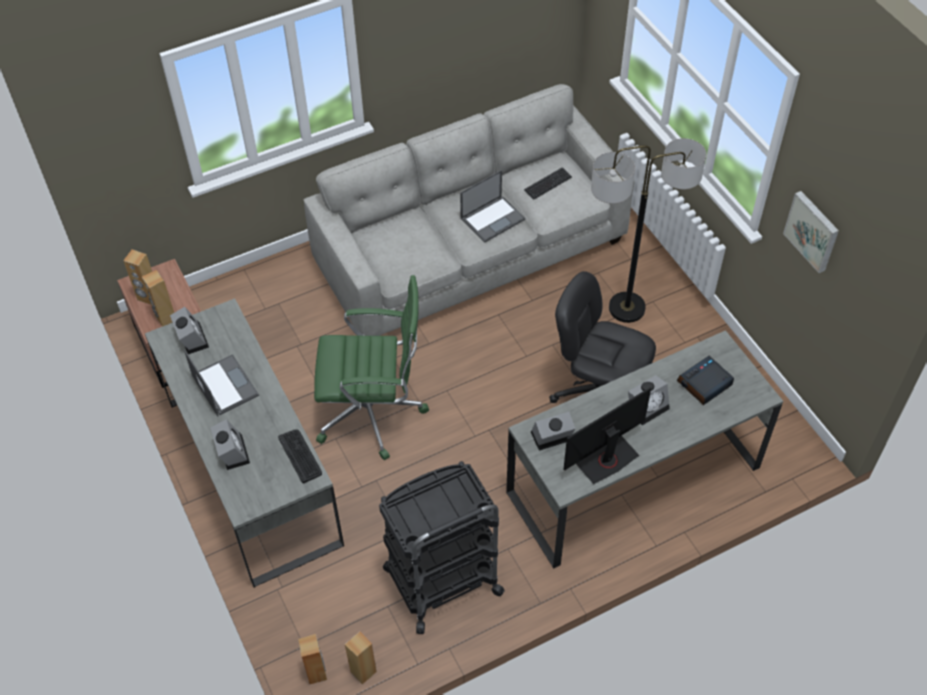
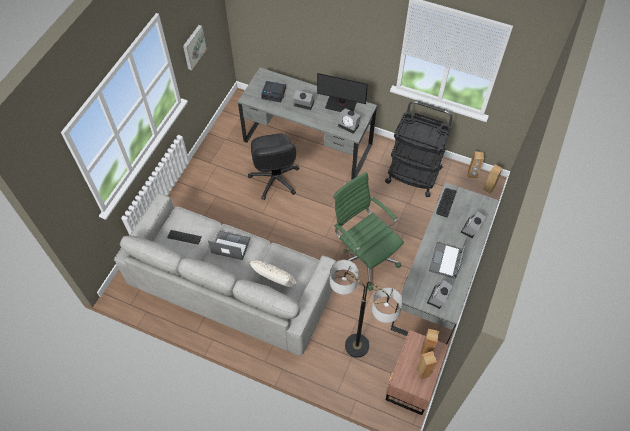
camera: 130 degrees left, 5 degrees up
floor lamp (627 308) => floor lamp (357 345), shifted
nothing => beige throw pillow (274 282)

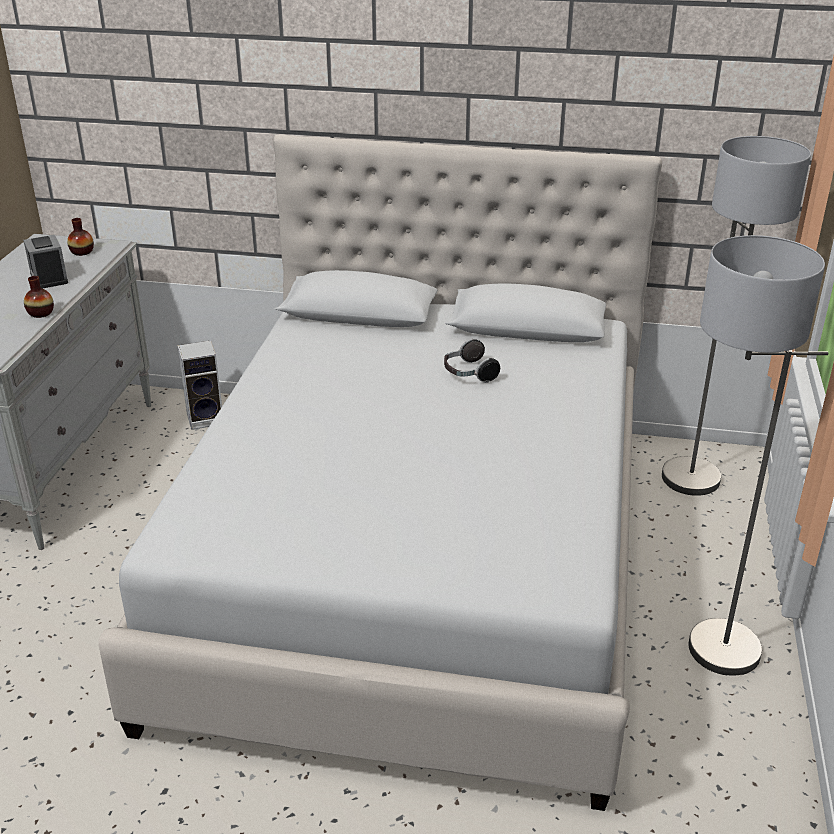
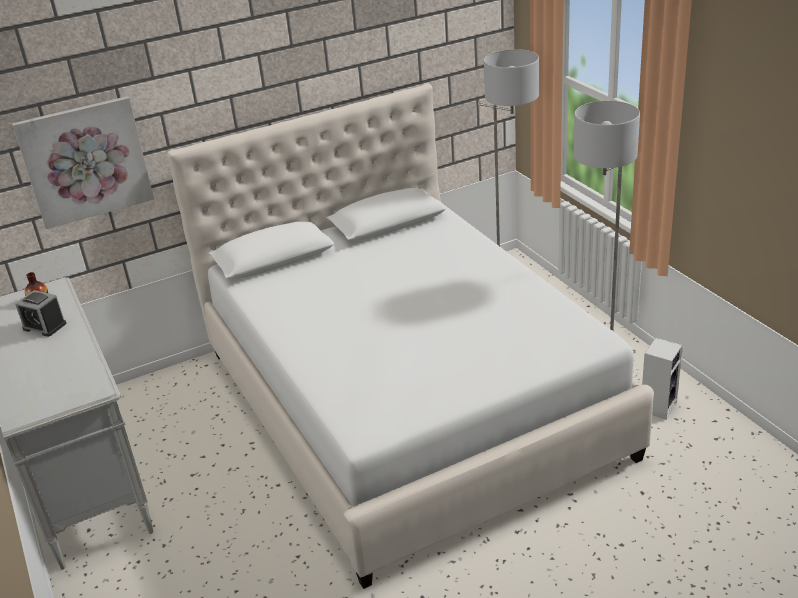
camera: 35 degrees left, 0 degrees up
flower vase (41 313) => nothing
headphones (468 374) => nothing
speaker (206 418) => speaker (658 406), shifted
nothing => wall picture (85 161)

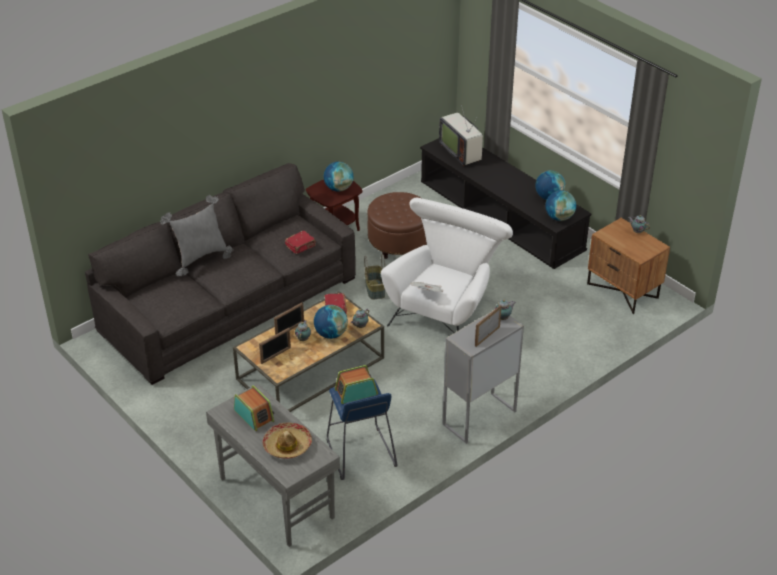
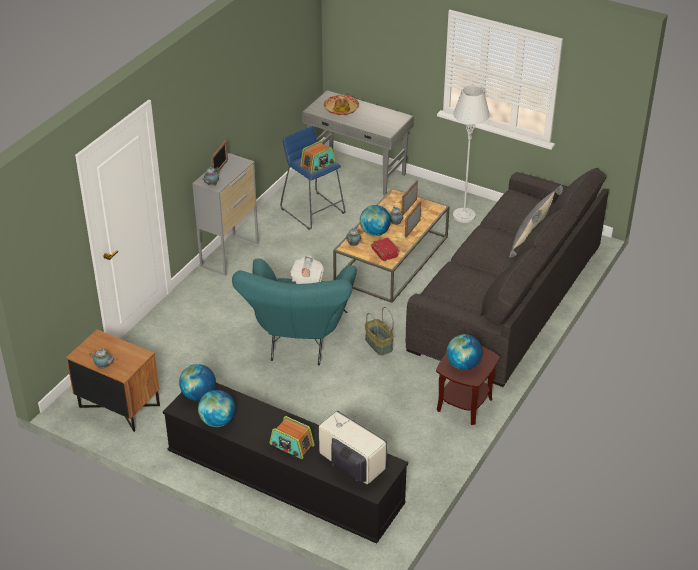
camera: 160 degrees right, 0 degrees up
brownish ottoman (398 243) => nothing
white-coloured easy chair (444 310) => turquoise easy chair (300 339)
red book (301 246) => nothing
radio set (254 415) => radio set (291 445), shifted
nothing => grey floor lamp (464 216)

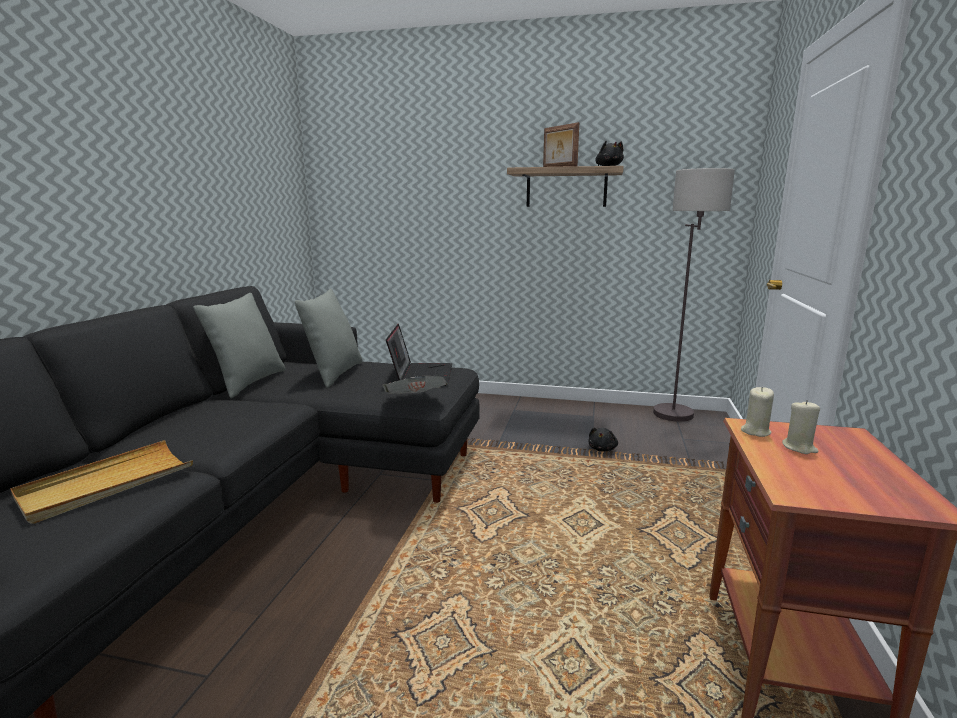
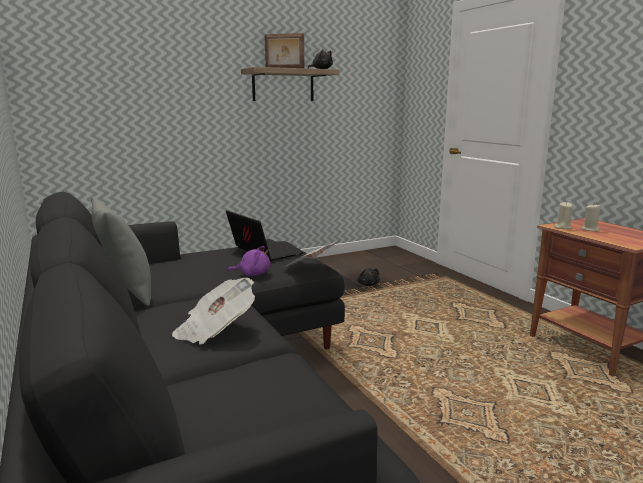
camera: 40 degrees left, 0 degrees up
grey floor lamp (676 418) => nothing
grey throw pillow (334 374) => nothing
beige serving tray (106 484) => nothing
nothing => purple plush toy (252 274)
nothing => newspaper (215 330)

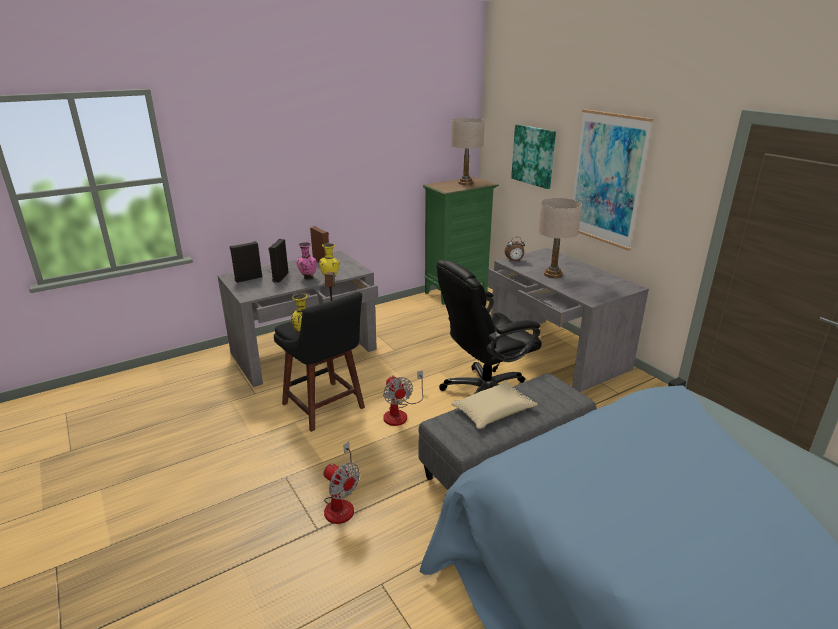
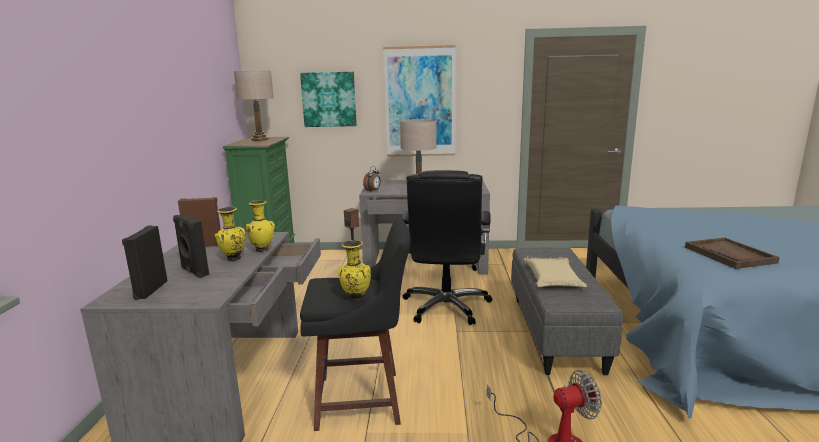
camera: 55 degrees left, 10 degrees down
pink-coloured flower vase (307 278) => yellowish flower vase (233 259)
cooling fan (400 413) => nothing
nothing => brownish serving tray (729 255)

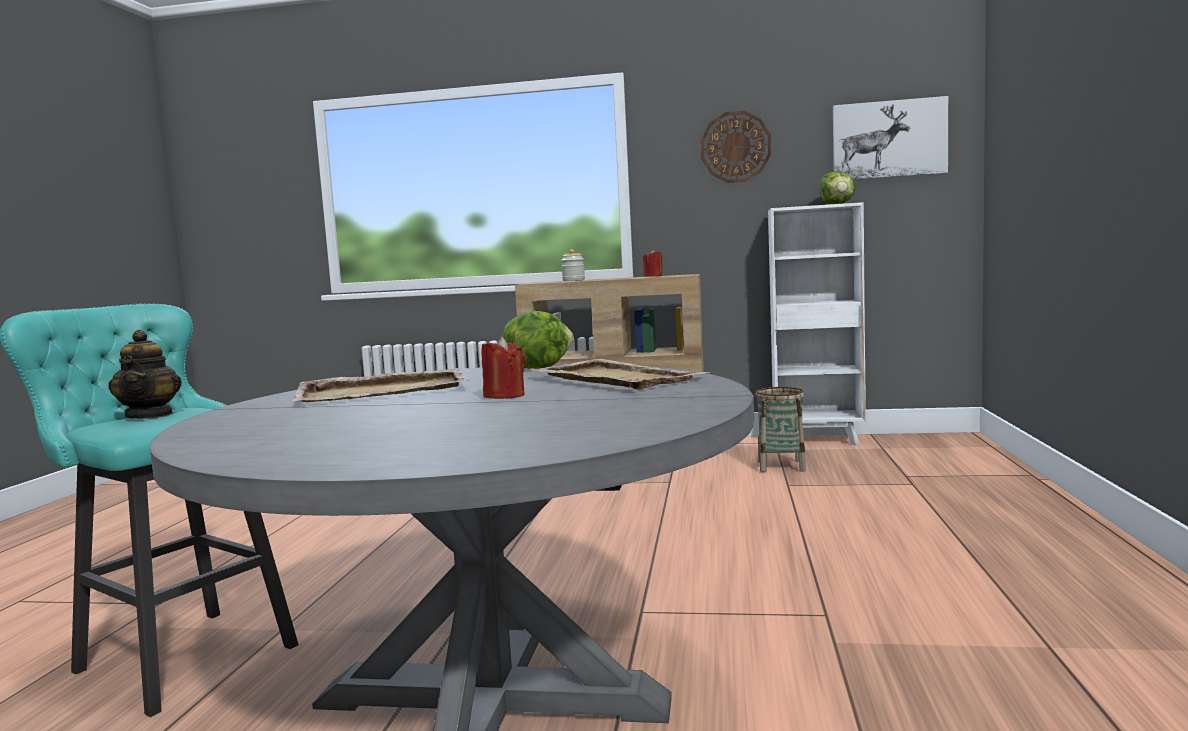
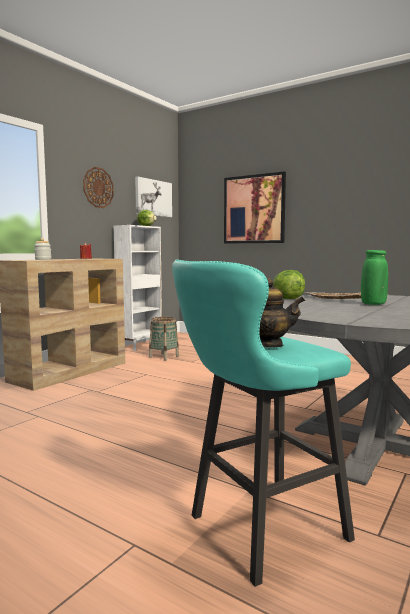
camera: 65 degrees left, 0 degrees up
red wax light (504 396) => green flower vase (373 304)
beige serving tray (385 391) => nothing
nothing => wall picture (254 209)

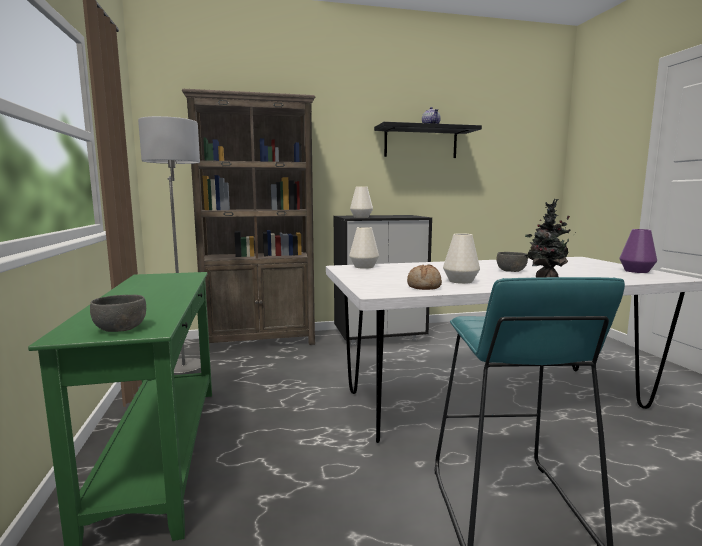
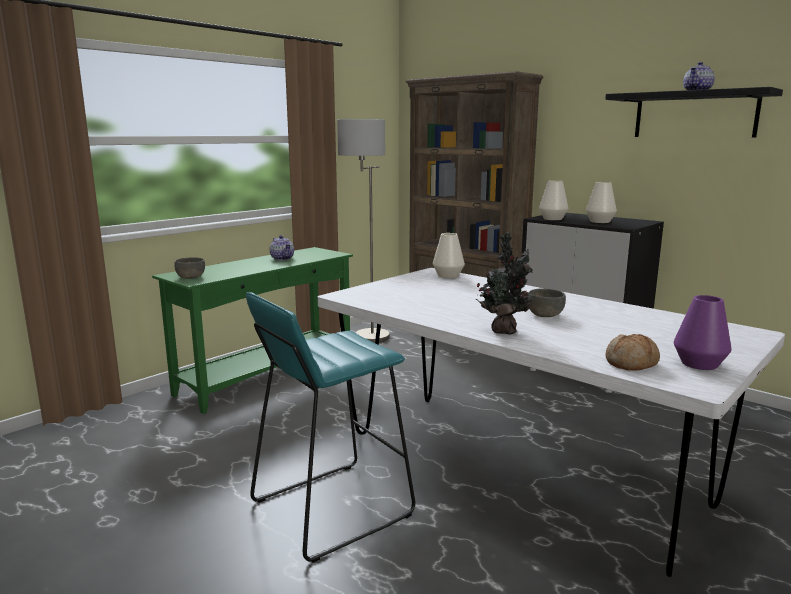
camera: 55 degrees right, 5 degrees up
white-coloured flower vase (460 281) => white-coloured flower vase (600 221), shifted
baked bread (425 286) => baked bread (632 363), shifted
nothing => teapot (282 258)

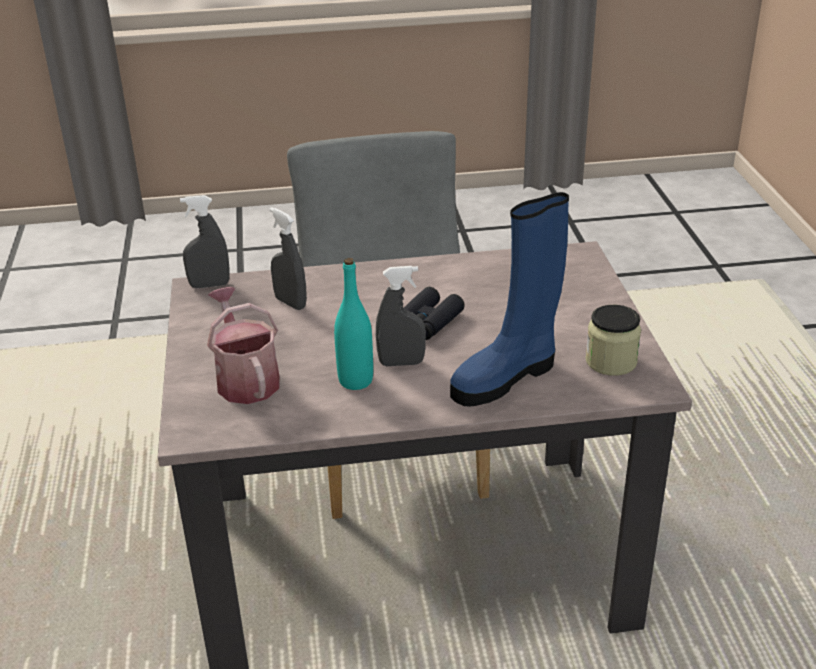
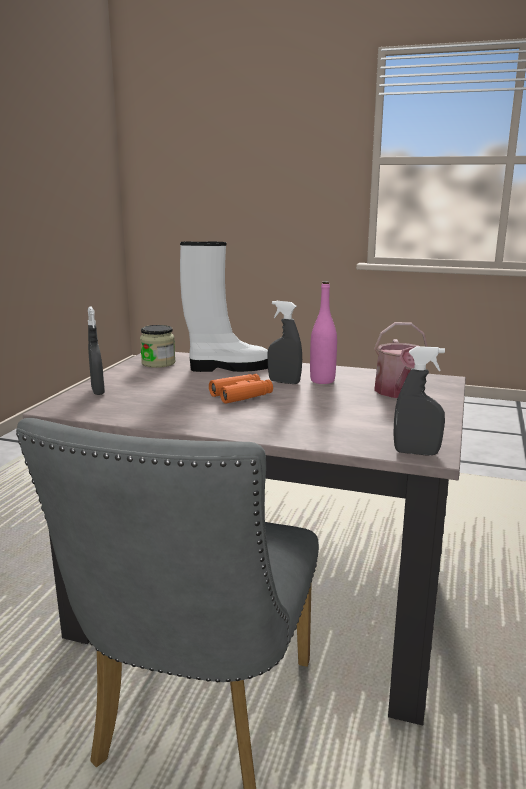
camera: 155 degrees left, 15 degrees down
bluish tall boot (506 377) => white-coloured tall boot (227 367)
grey spray bottle (290 303) => grey spray bottle (98 391), shifted
turquoise drink bottle (355 381) => pink-coloured drink bottle (322 380)
black pair of binoculars (427 322) => orangey pair of binoculars (241 395)

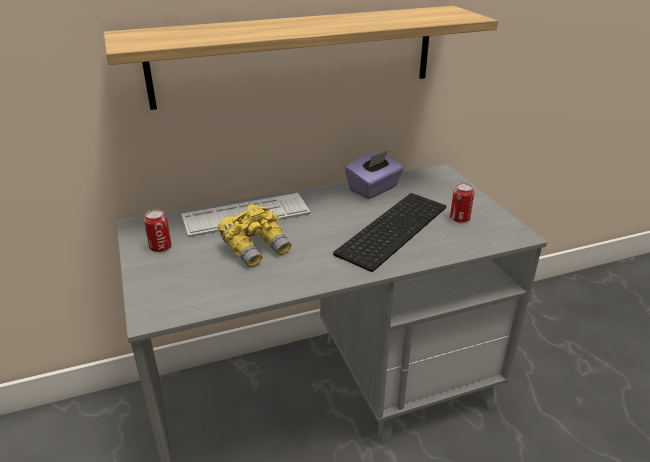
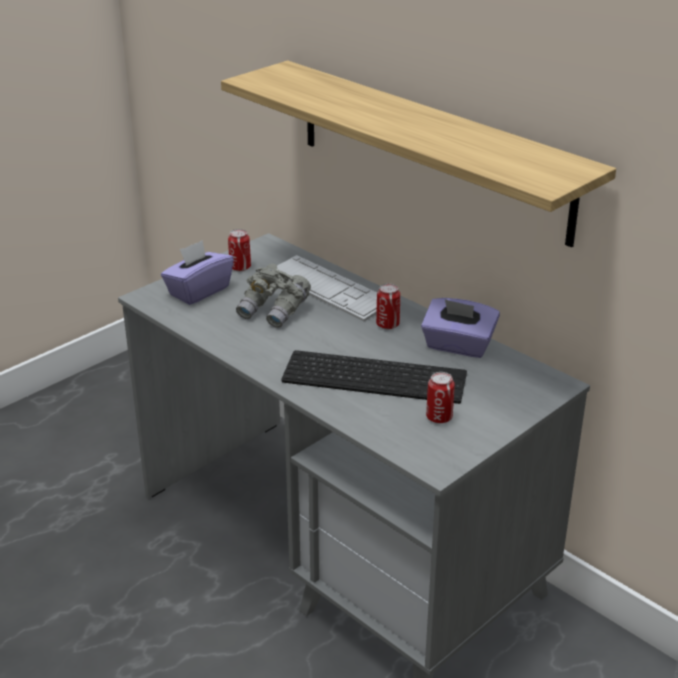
camera: 65 degrees right, 0 degrees up
yellowish pair of binoculars (256 248) => grey pair of binoculars (274 311)
nothing => purple tissue holder (198 291)
nothing => metal can (387 325)

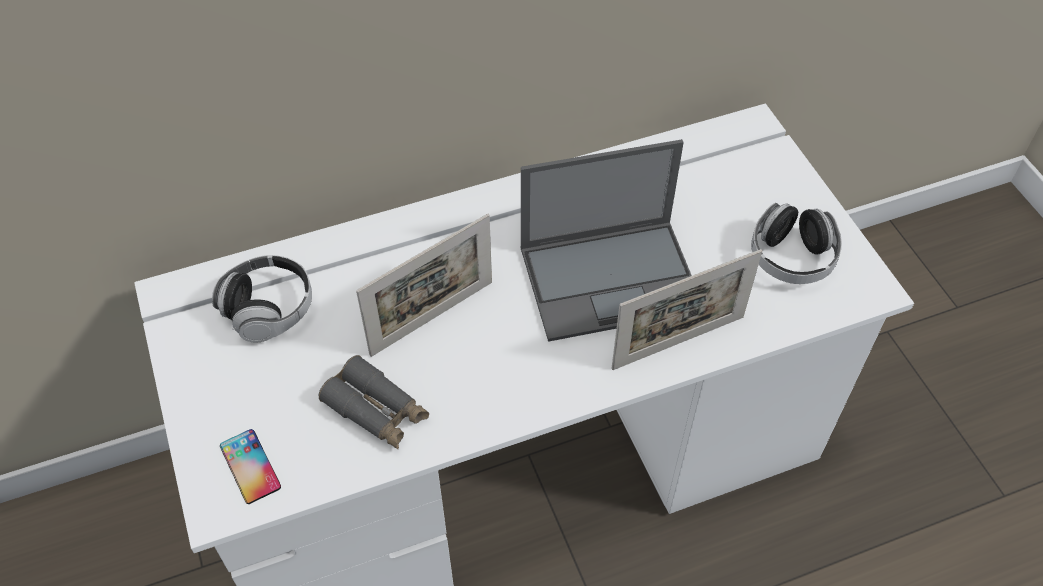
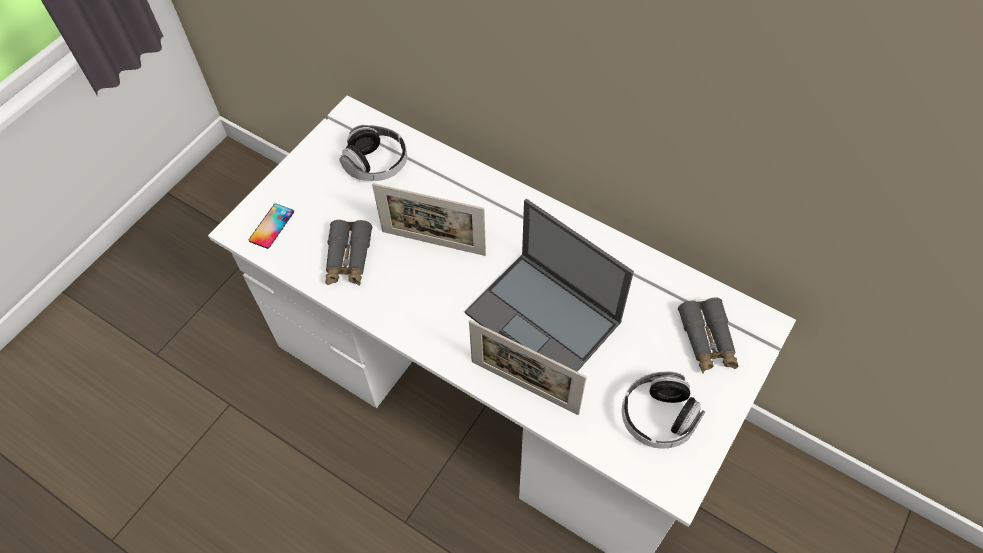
camera: 55 degrees right, 5 degrees up
nothing => grey pair of binoculars (707 341)

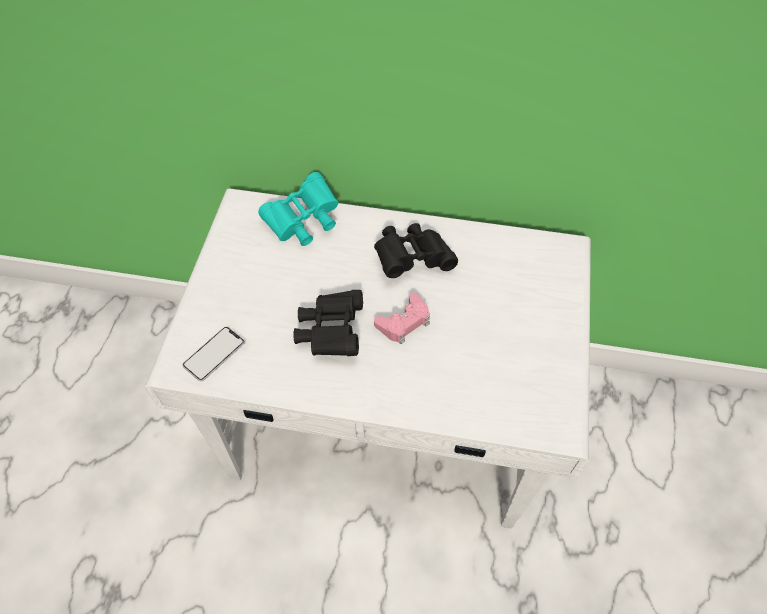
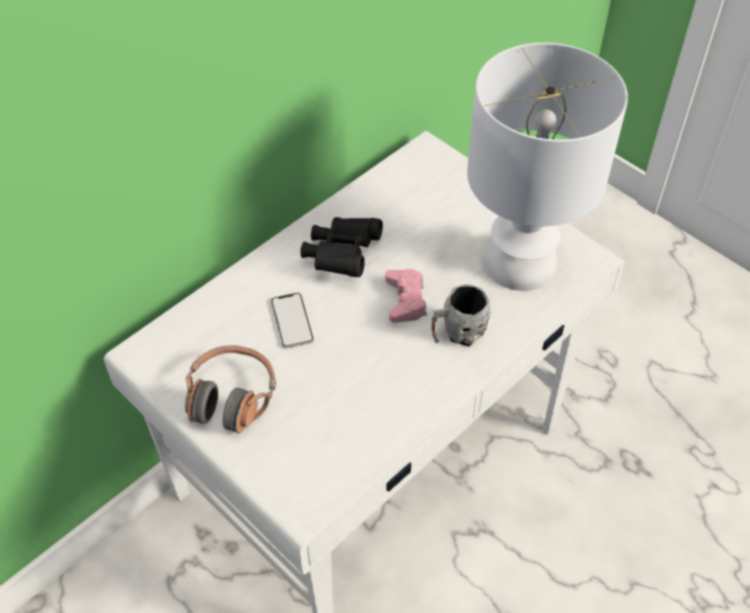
camera: 55 degrees left, 5 degrees down
turquoise pair of binoculars (303 222) => nothing
black pair of binoculars (331 331) => nothing
handset (214 354) => handset (292 321), shifted
nothing => white-coloured table lamp (521 264)
nothing => grey tea mug (457 333)
nothing => headphones (231 397)

